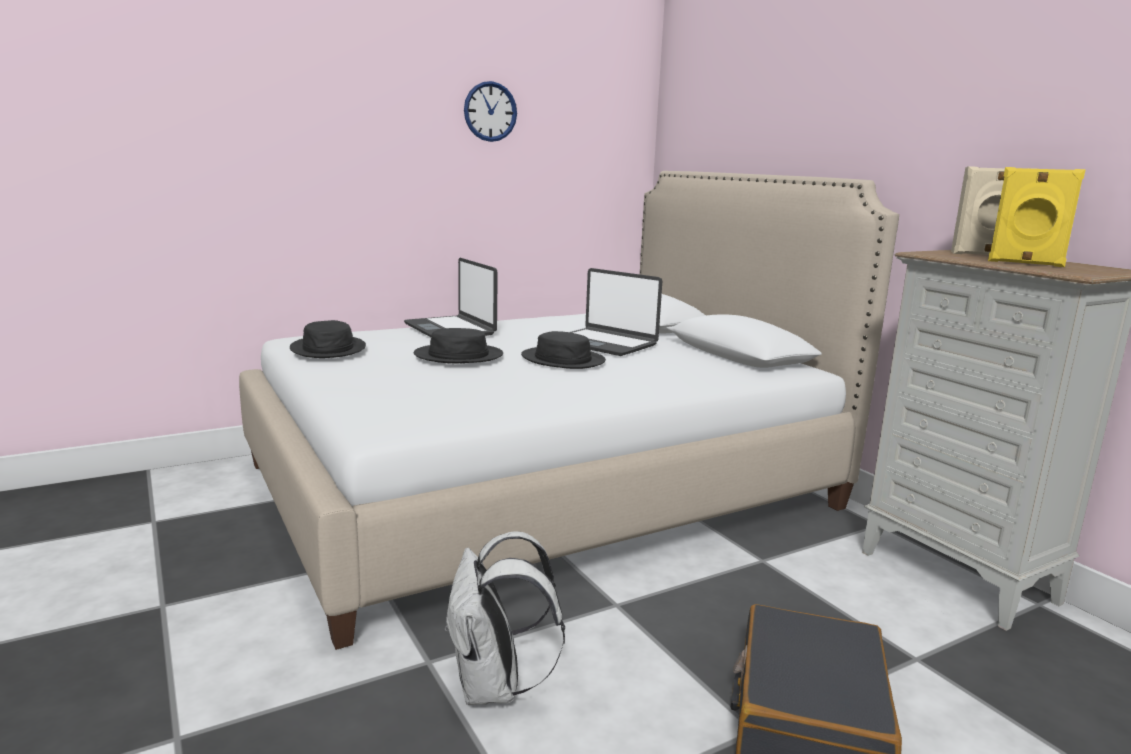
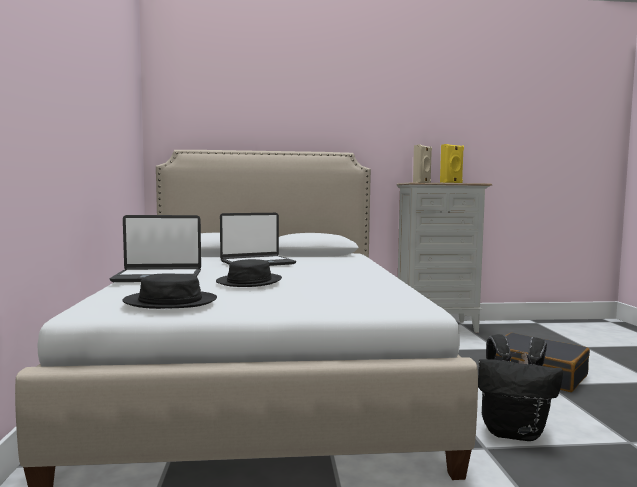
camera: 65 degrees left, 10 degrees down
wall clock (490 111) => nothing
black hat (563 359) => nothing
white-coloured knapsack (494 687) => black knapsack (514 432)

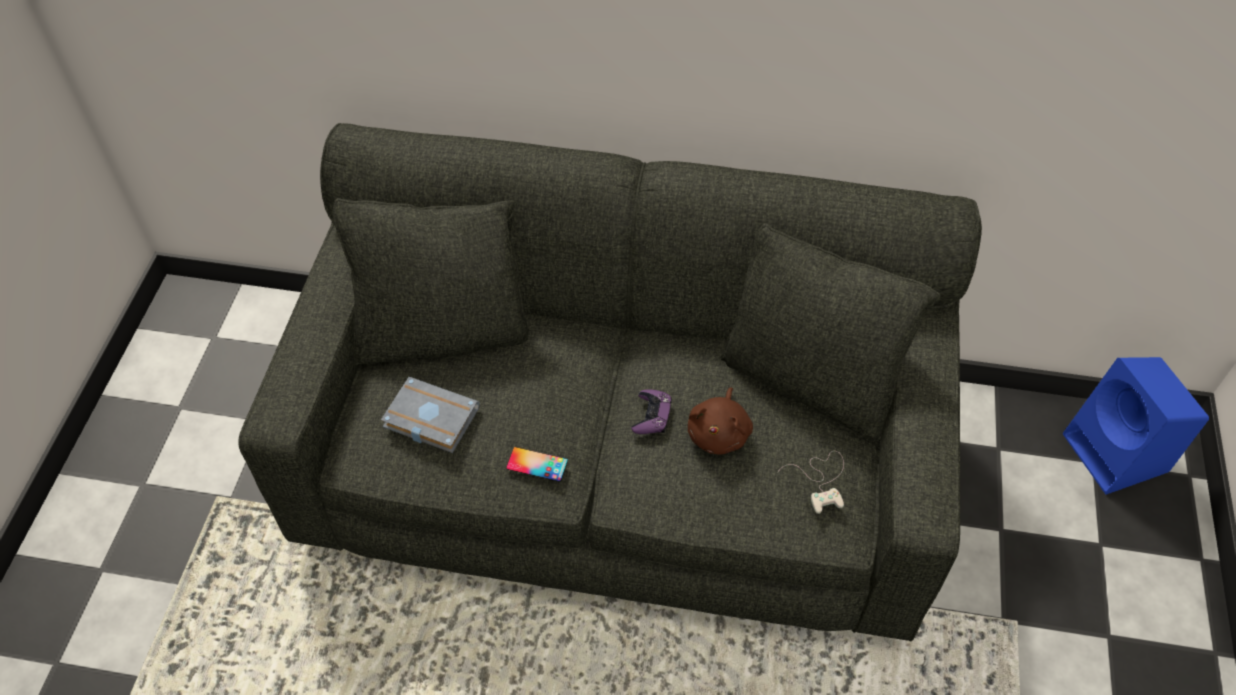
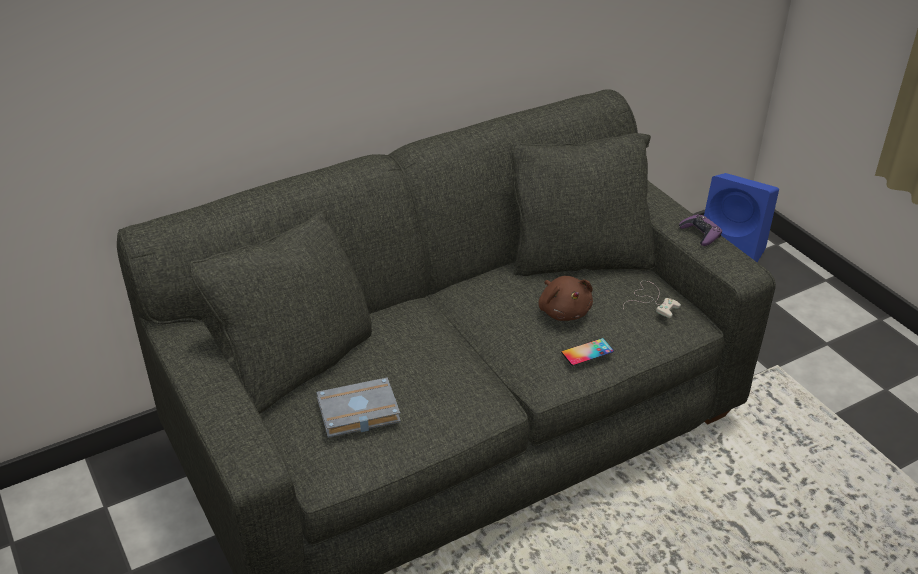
camera: 40 degrees left, 15 degrees down
purple joypad (651 416) => purple joypad (700 234), shifted
handset (537 464) => handset (587 352), shifted

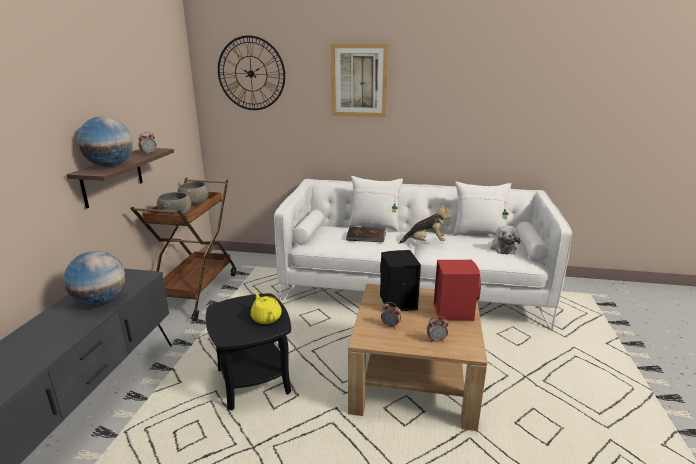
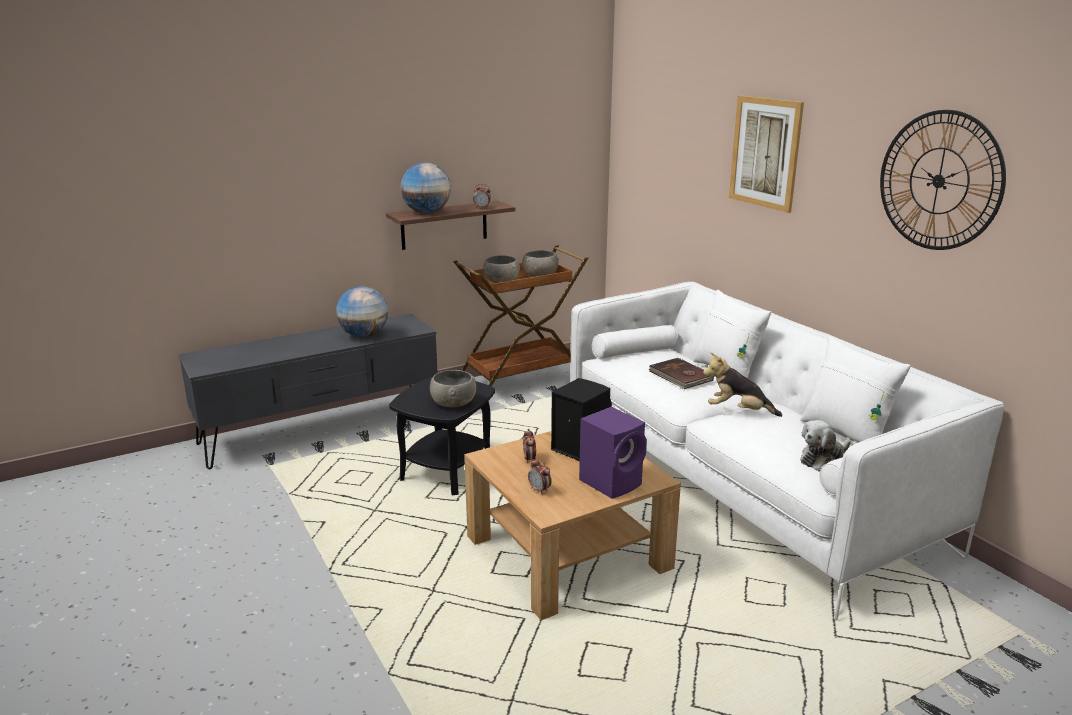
camera: 50 degrees right, 0 degrees up
wall clock (251 73) => wall clock (939 181), shifted
plush toy (425 242) => plush toy (738 411), 150 degrees clockwise
red speaker (453 311) => purple speaker (612 482)
yellowish teapot (266 317) => grey deep dish (453 403)

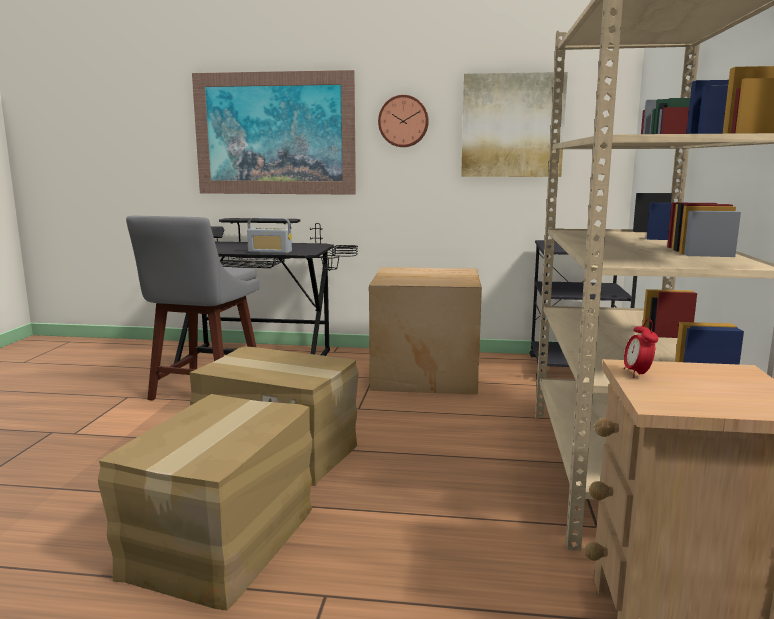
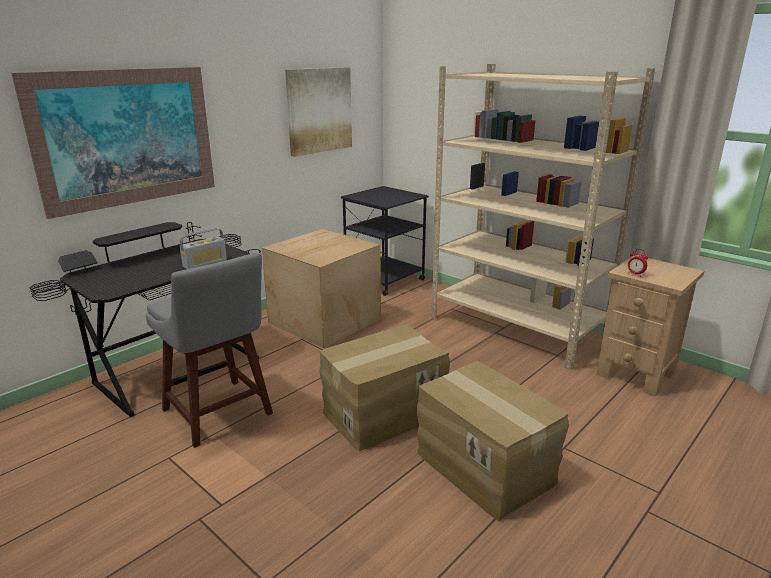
camera: 55 degrees left, 10 degrees up
wall clock (403 121) => nothing

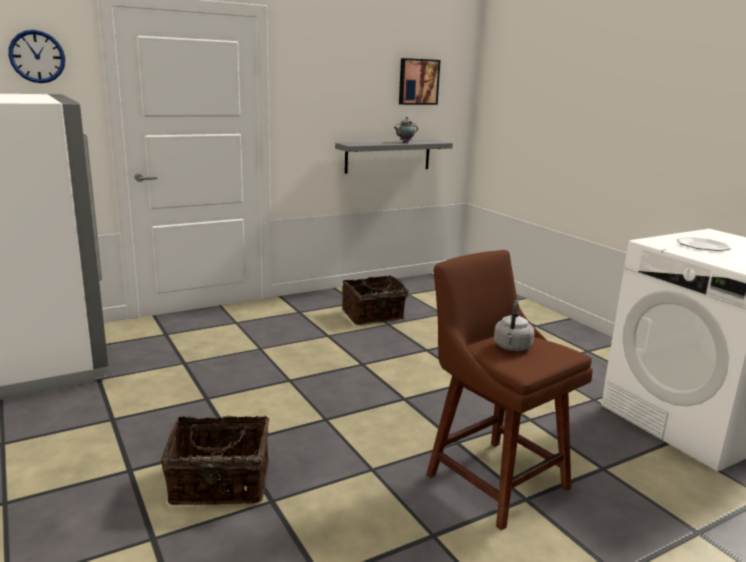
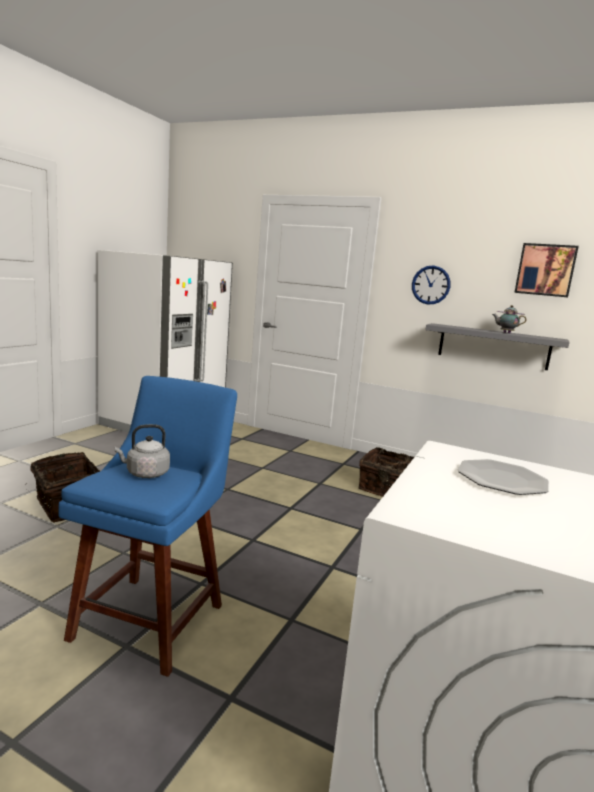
camera: 55 degrees right, 5 degrees down
wall clock (37 56) => wall clock (430 285), shifted
brownish stool (493 477) => bluish stool (153 617)

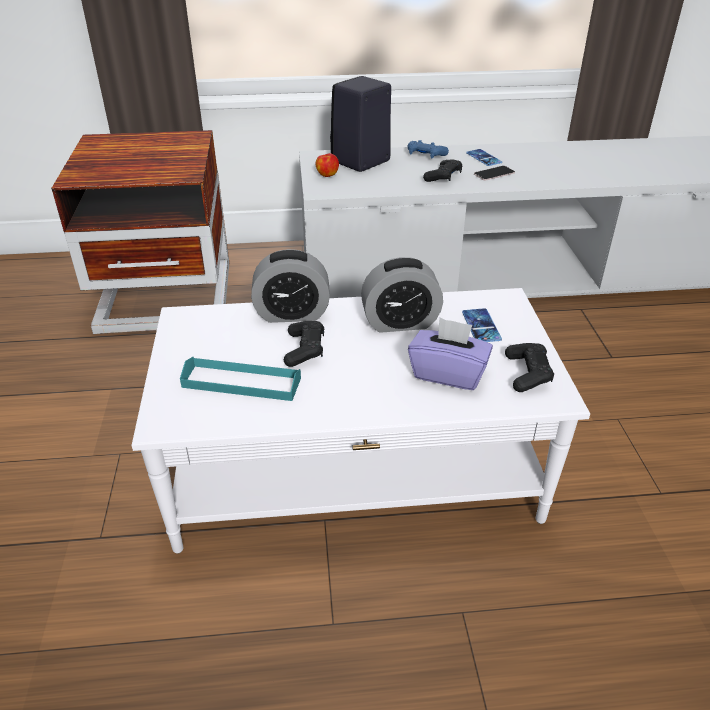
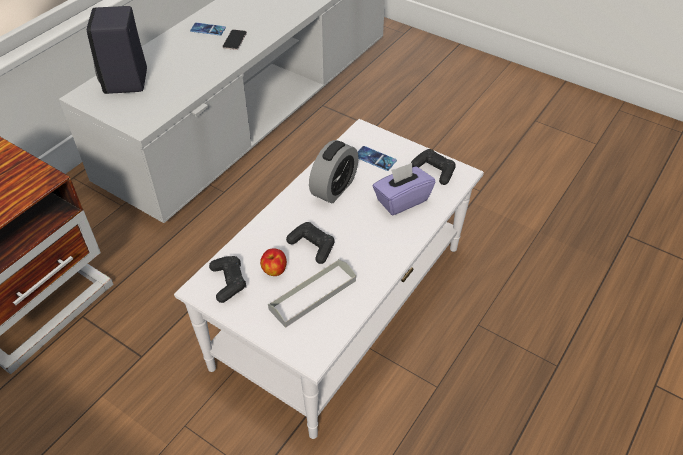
camera: 50 degrees left, 10 degrees up
bluish joypad (425 155) => nothing
whole apple (327 175) => whole apple (274 270), shifted
black joypad (443 177) => black joypad (228 282), shifted
alarm clock (292 314) => nothing
turquoise serving tray (241 382) => grey serving tray (313 295)

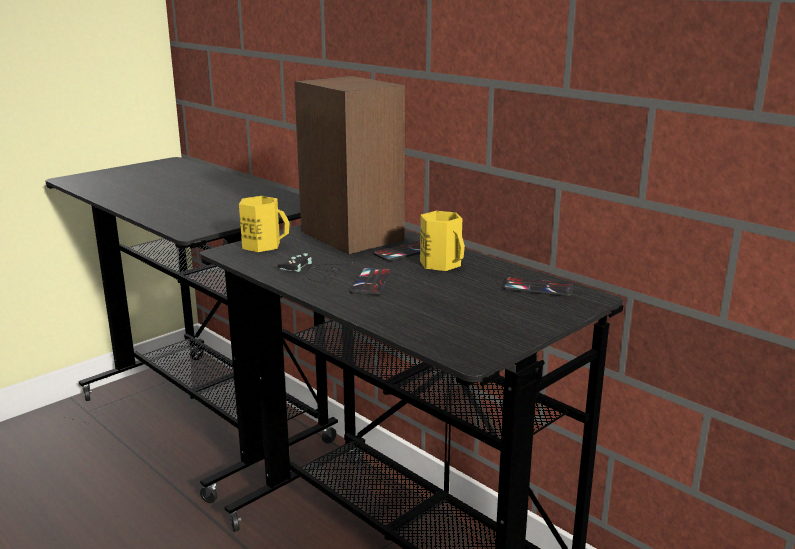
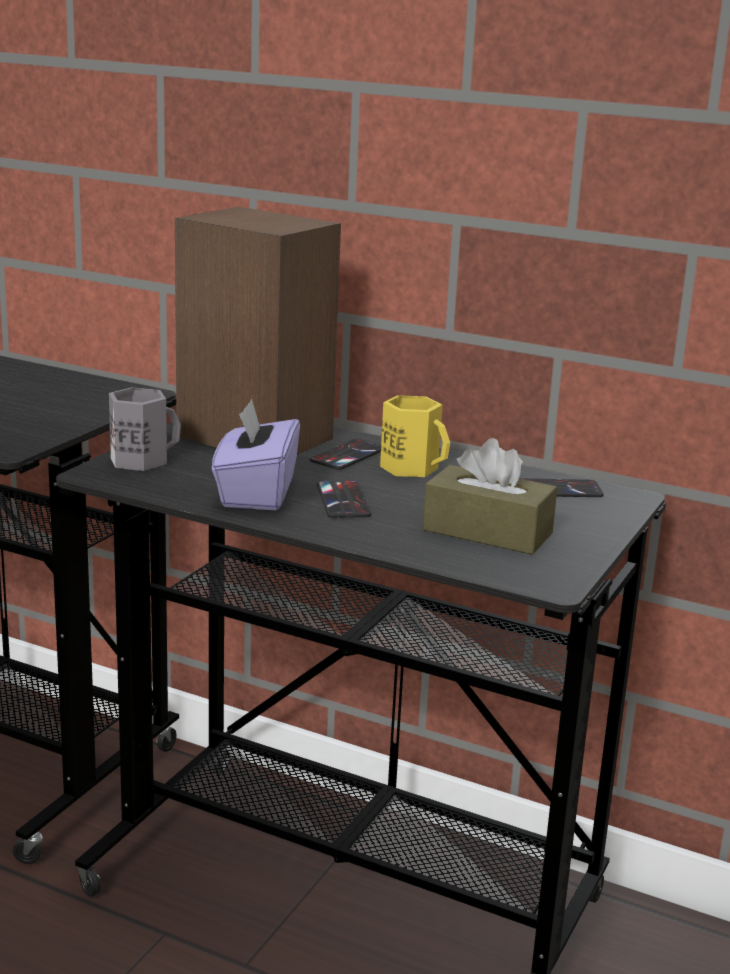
camera: 20 degrees left, 0 degrees up
yellowish tea mug (263 245) => grey tea mug (141 460)
black joypad (316 272) => purple tissue holder (256 493)
nothing => brownish tissue holder (487 532)

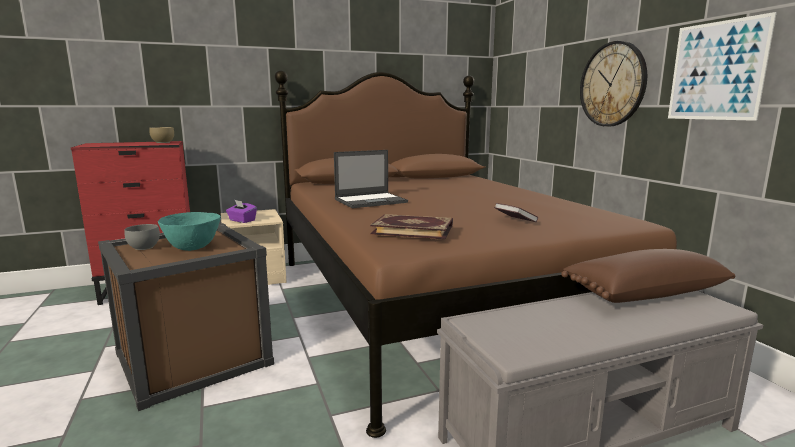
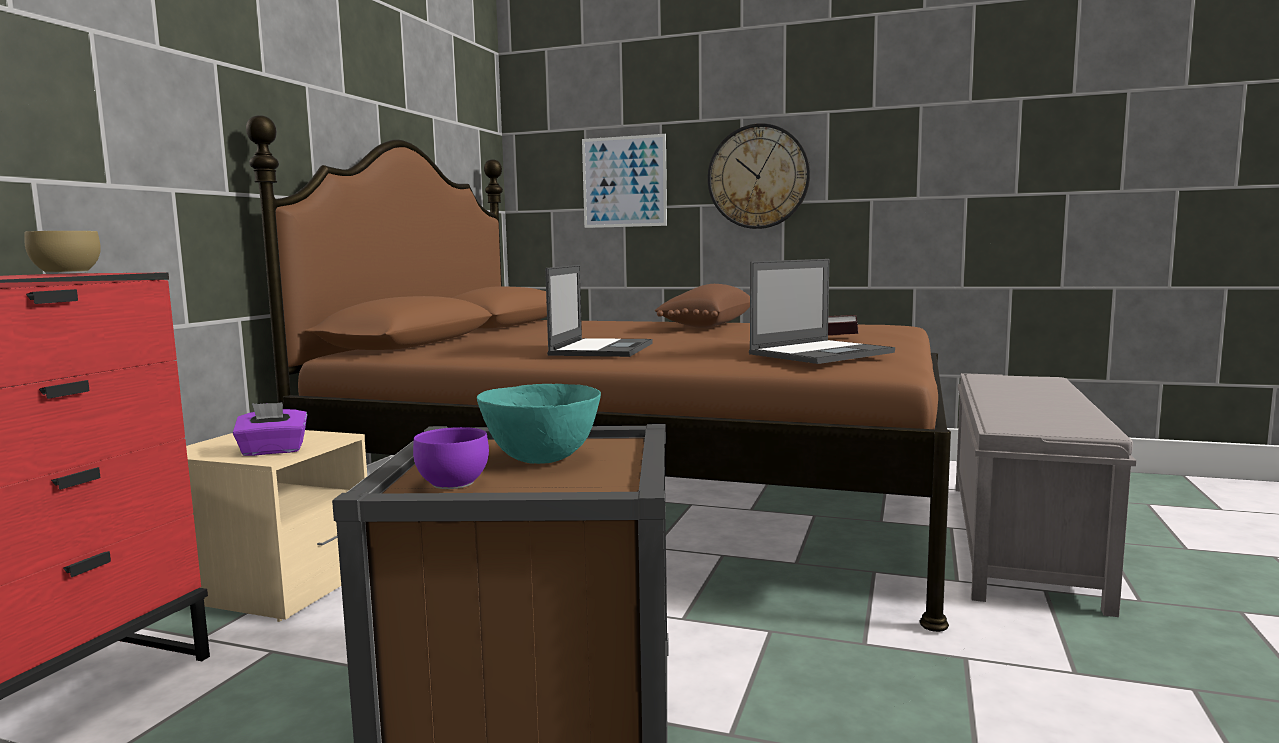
camera: 50 degrees left, 5 degrees down
wall picture (716 71) => wall picture (624 182), shifted
book (413 229) => laptop (822 353)
grey deep dish (143 247) => purple deep dish (450 484)
brownish throw pillow (643 292) => brownish throw pillow (706 325), shifted

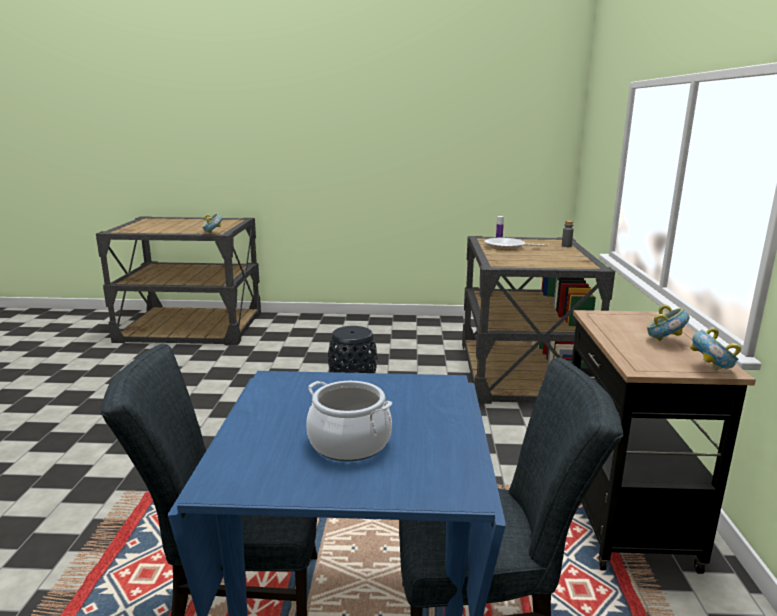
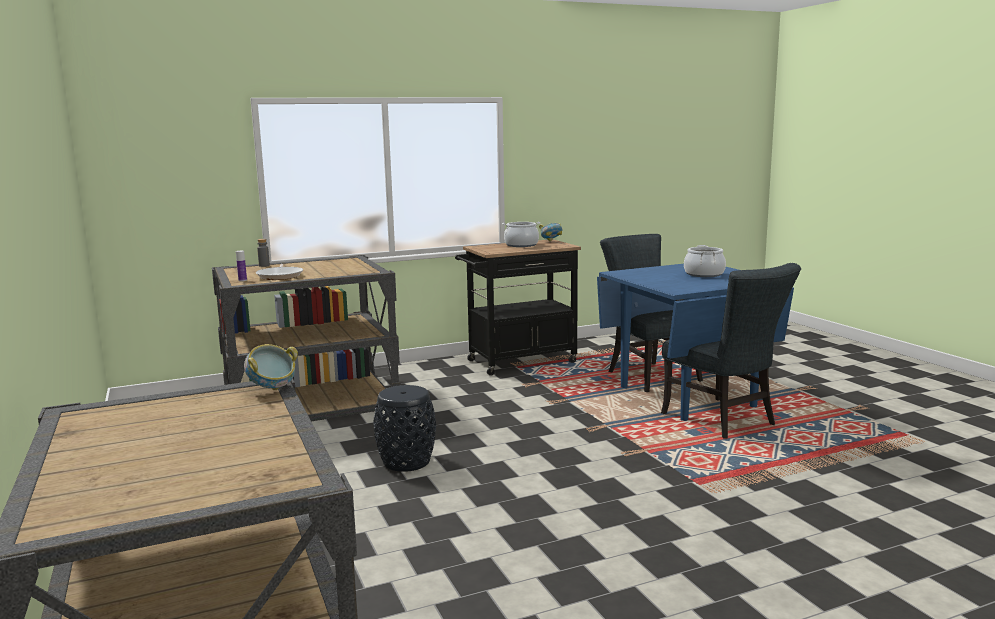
camera: 115 degrees left, 5 degrees down
deep dish (664 341) => cooking pot (521 245)

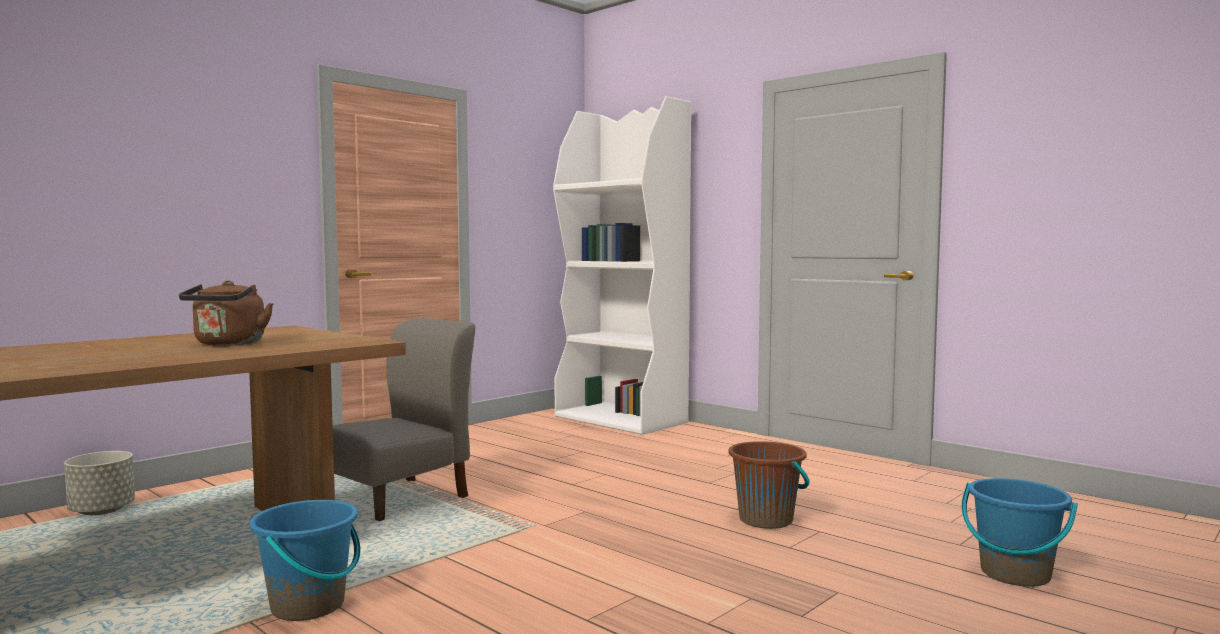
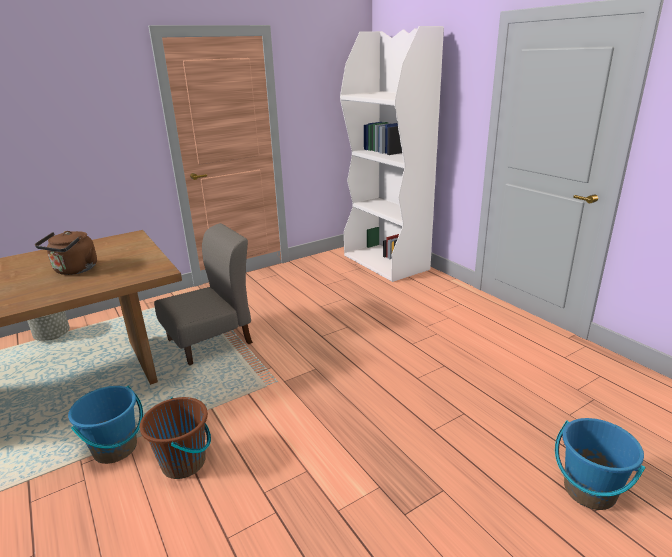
camera: 15 degrees right, 20 degrees up
brownish water bucket (766 520) => brownish water bucket (184 462), shifted

